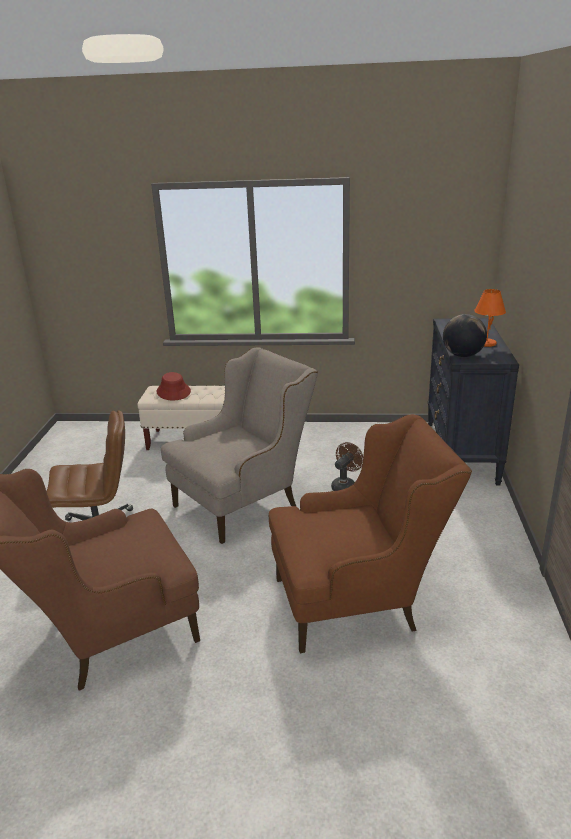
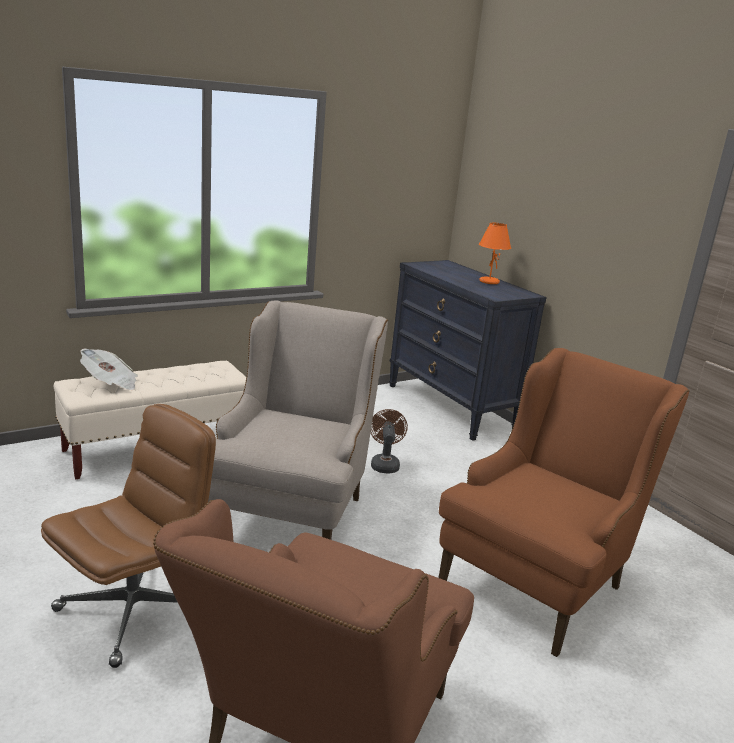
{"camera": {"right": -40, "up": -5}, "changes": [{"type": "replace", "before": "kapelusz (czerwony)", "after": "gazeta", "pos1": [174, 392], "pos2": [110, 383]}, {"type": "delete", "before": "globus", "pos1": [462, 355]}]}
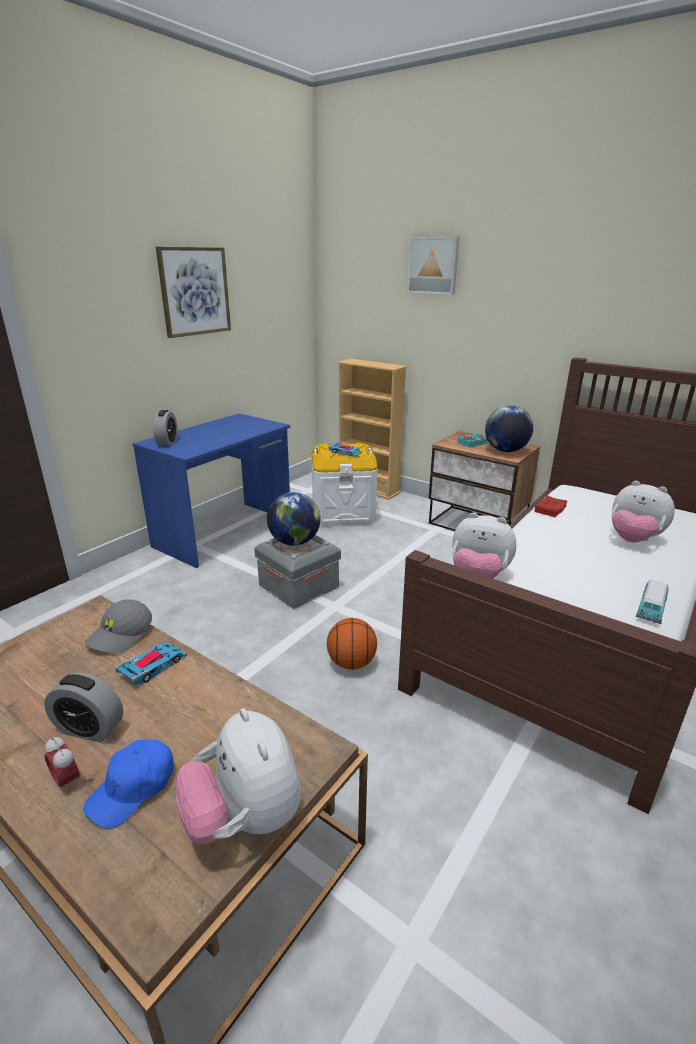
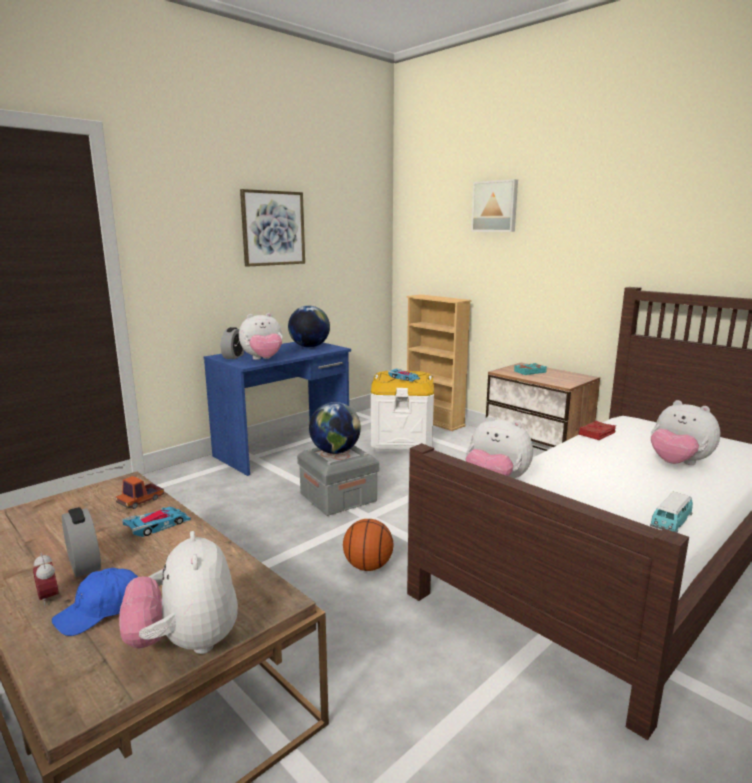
{"camera": {"right": 10, "up": -10}, "changes": [{"type": "rotate", "before": "budzik", "pos1": [89, 728], "pos2": [84, 564], "turn": -150}, {"type": "replace", "before": "czapka z daszkiem (szary)", "after": "ciężarówka zabawkowa", "pos1": [121, 635], "pos2": [140, 501]}, {"type": "insert", "after": "pluszak", "pos2": [263, 359]}, {"type": "move", "before": "globus", "pos1": [505, 450], "pos2": [309, 347]}]}
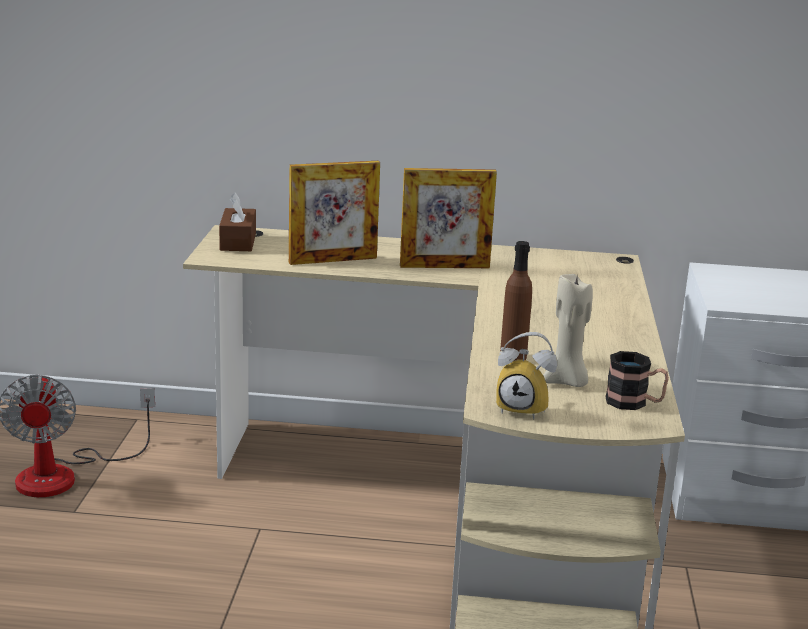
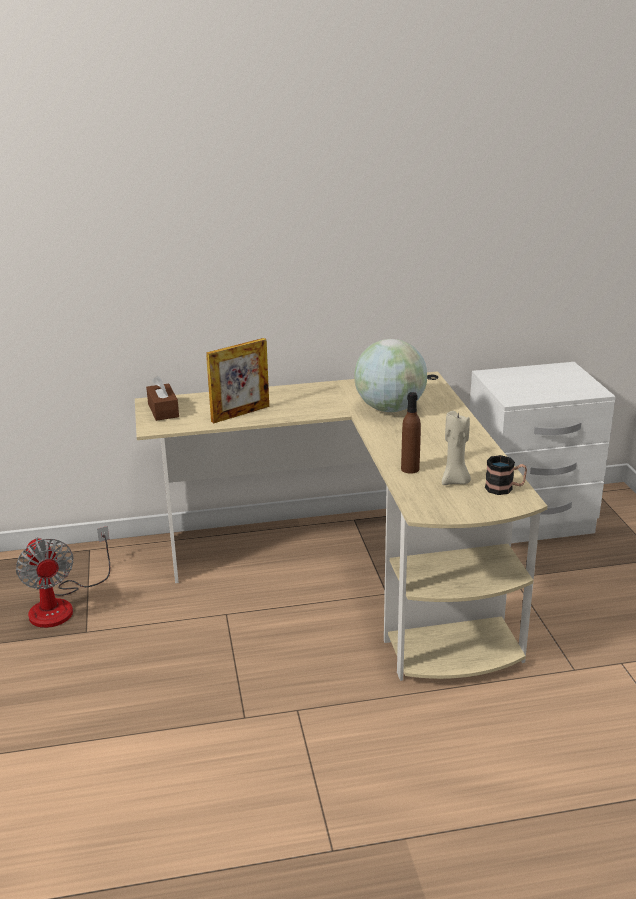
{"camera": {"right": -15, "up": 5}, "changes": [{"type": "insert", "after": "globus", "pos2": [390, 409]}, {"type": "delete", "before": "ramka na zdjęcie", "pos1": [444, 266]}, {"type": "delete", "before": "budzik", "pos1": [524, 409]}]}
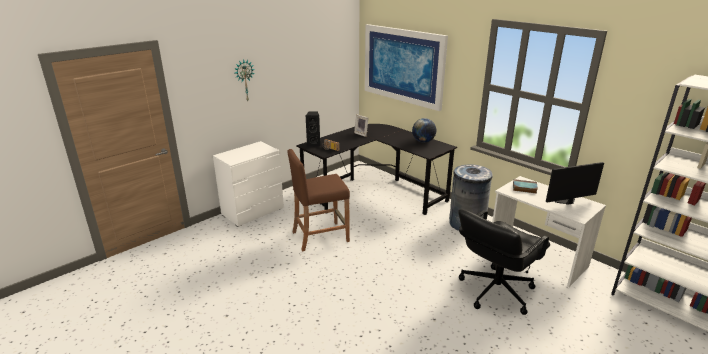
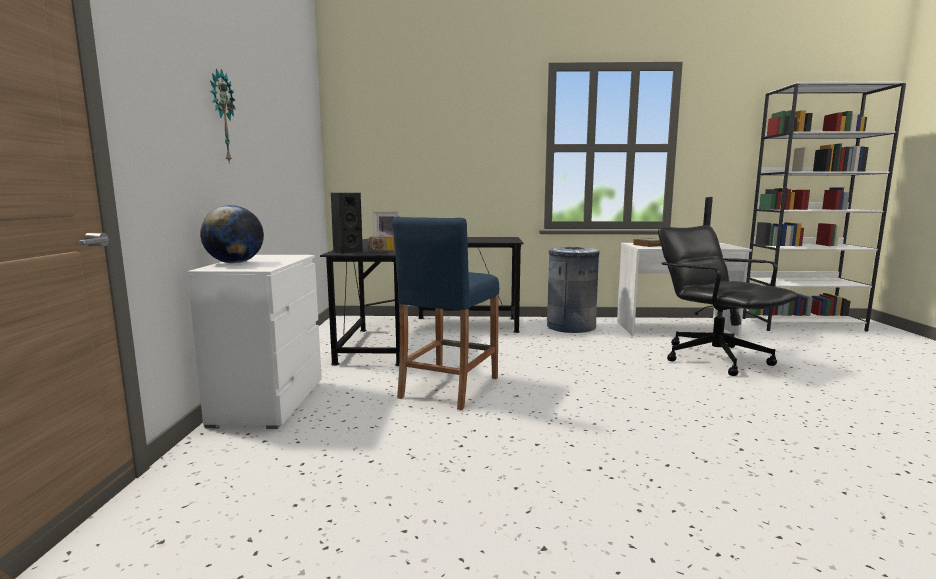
{"camera": {"right": -45, "up": -15}, "changes": [{"type": "move", "before": "globus", "pos1": [423, 141], "pos2": [235, 263]}, {"type": "recolor", "before": "stołek (brązowy)", "after": "stołek (niebieski)", "pos1": [320, 236], "pos2": [449, 387]}, {"type": "rotate", "before": "krzesło biurowe (czarny)", "pos1": [495, 291], "pos2": [714, 358], "turn": 150}, {"type": "delete", "before": "obraz", "pos1": [403, 65]}]}
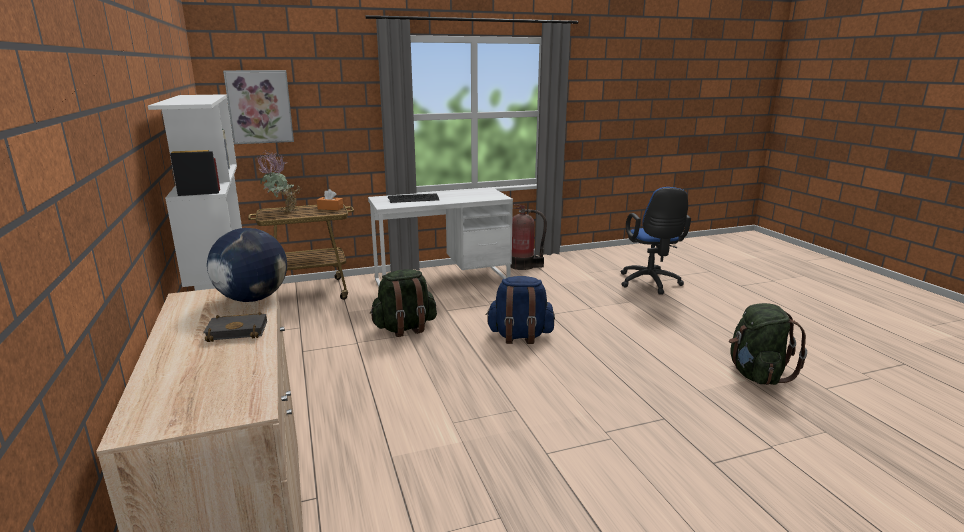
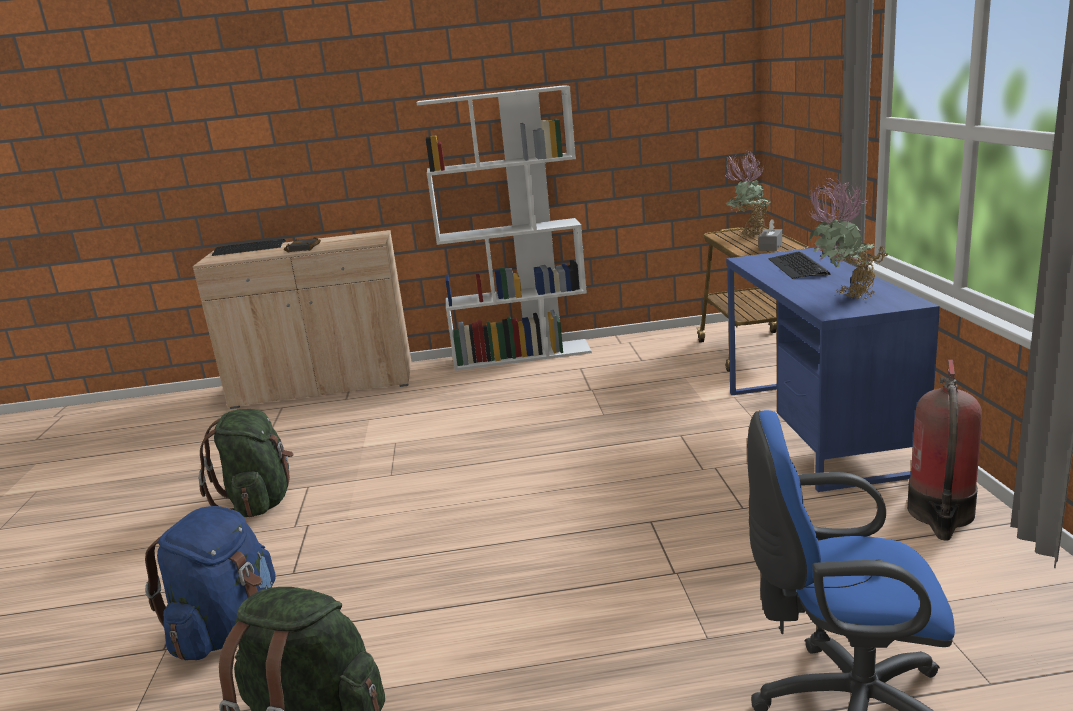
{"camera": {"right": 105, "up": 0}, "changes": [{"type": "move", "before": "plecak (niebieski)", "pos1": [520, 336], "pos2": [227, 629]}, {"type": "move", "before": "plecak (zielony)", "pos1": [405, 328], "pos2": [260, 502]}, {"type": "insert", "after": "klawiatura", "pos2": [249, 249]}, {"type": "recolor", "before": "biurko (biały)", "after": "biurko (niebieski)", "pos1": [442, 281], "pos2": [814, 430]}, {"type": "recolor", "before": "pudełko chusteczek (pomarańczowy)", "after": "pudełko chusteczek (szary)", "pos1": [330, 208], "pos2": [770, 246]}, {"type": "insert", "after": "roślina doniczkowa", "pos2": [842, 297]}, {"type": "delete", "before": "globus", "pos1": [253, 299]}, {"type": "delete", "before": "obraz", "pos1": [260, 107]}]}
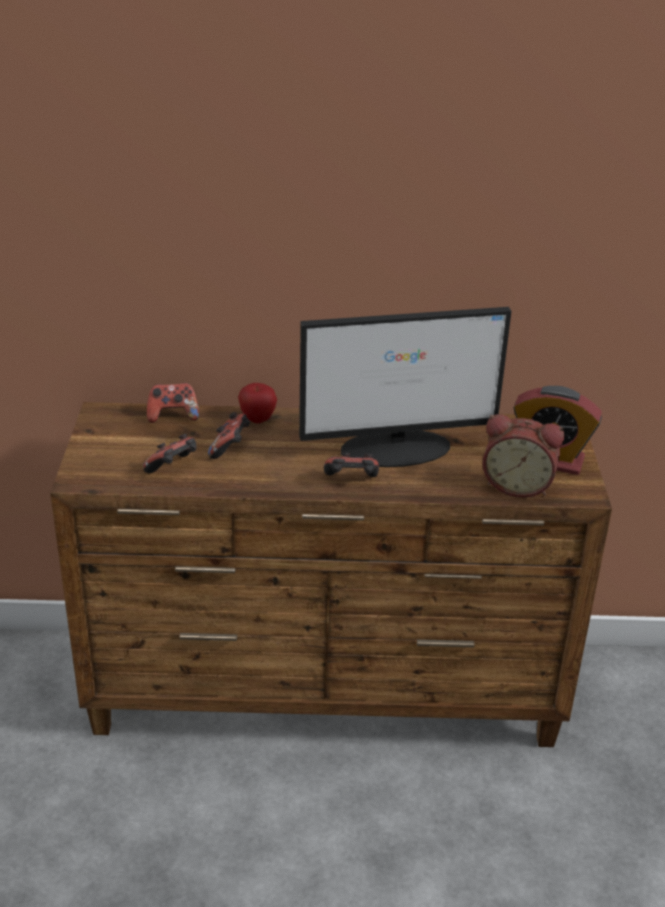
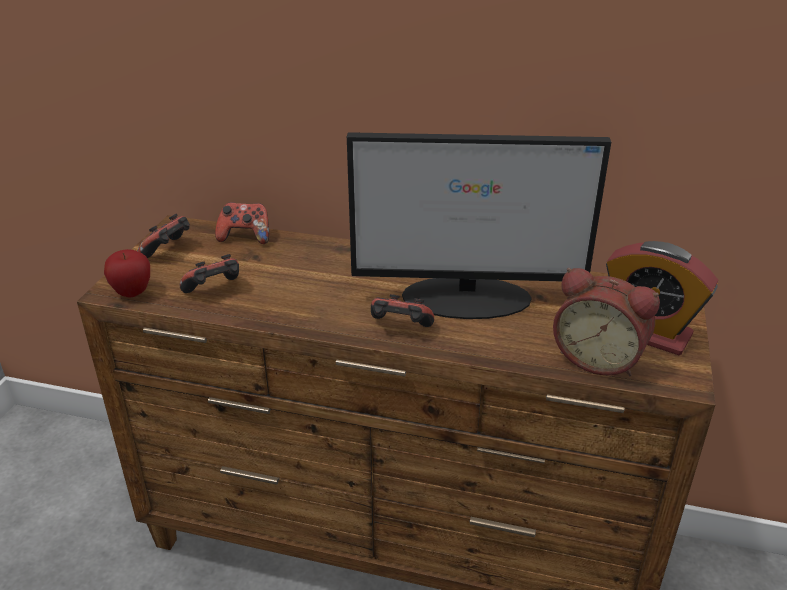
{"camera": {"right": 15, "up": 0}, "changes": [{"type": "move", "before": "jabłko", "pos1": [257, 419], "pos2": [132, 293]}, {"type": "move", "before": "pad do gier", "pos1": [230, 448], "pos2": [168, 251]}]}
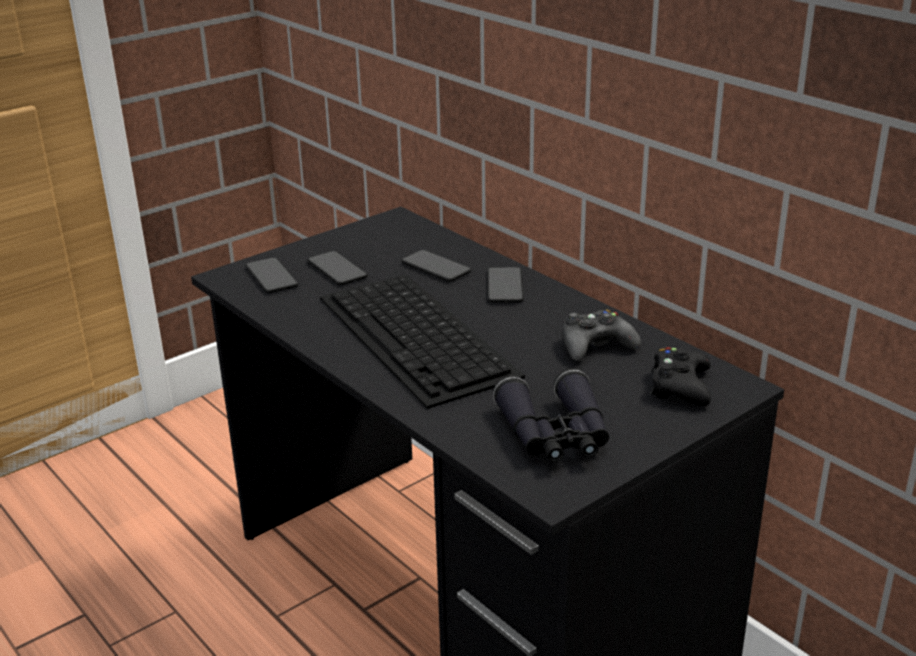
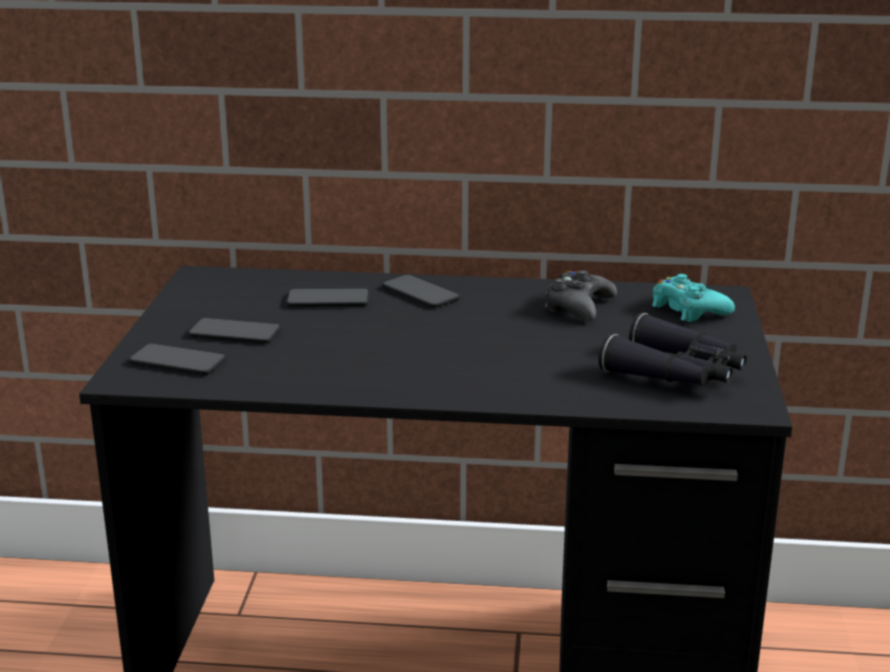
{"camera": {"right": -45, "up": -5}, "changes": [{"type": "recolor", "before": "pad do gier (czarny)", "after": "pad do gier (turkusowy)", "pos1": [680, 386], "pos2": [688, 309]}, {"type": "delete", "before": "klawiatura", "pos1": [417, 336]}]}
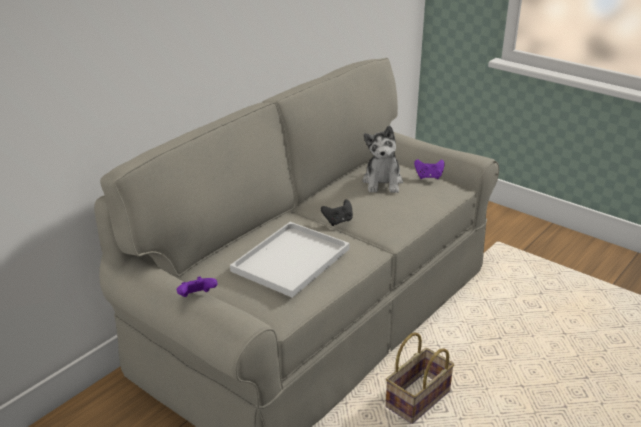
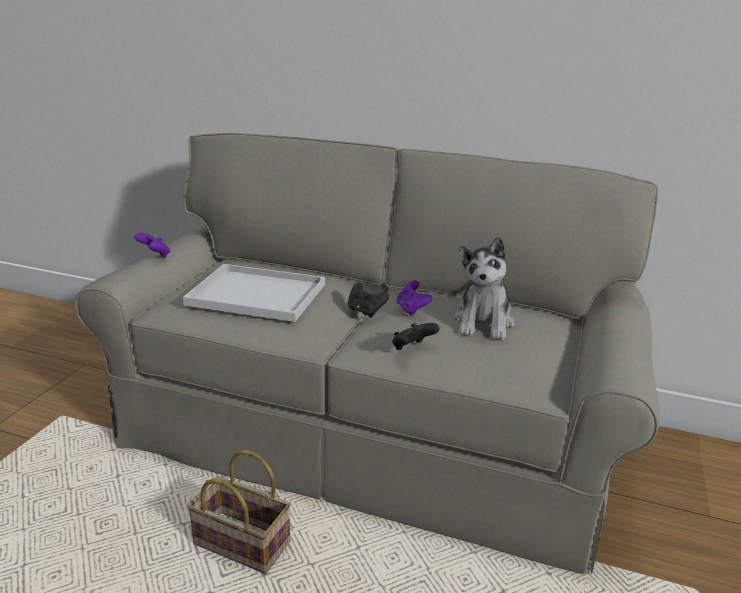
{"camera": {"right": 70, "up": -5}, "changes": [{"type": "insert", "after": "pad do gier (czarny)", "pos2": [412, 349]}, {"type": "move", "before": "pad do gier (fioletowy)", "pos1": [428, 177], "pos2": [412, 310]}, {"type": "rotate", "before": "pluszak", "pos1": [383, 182], "pos2": [484, 322], "turn": -60}]}
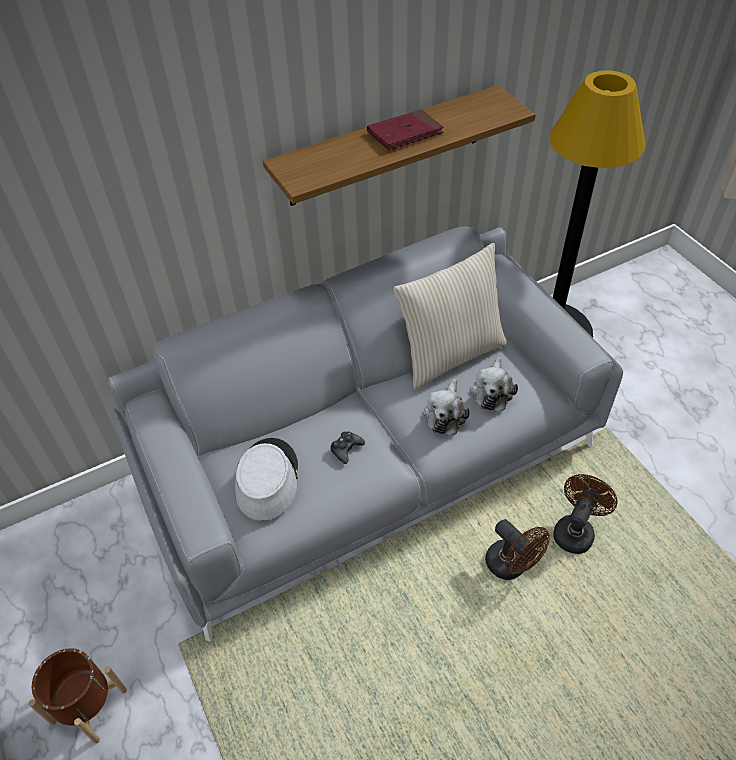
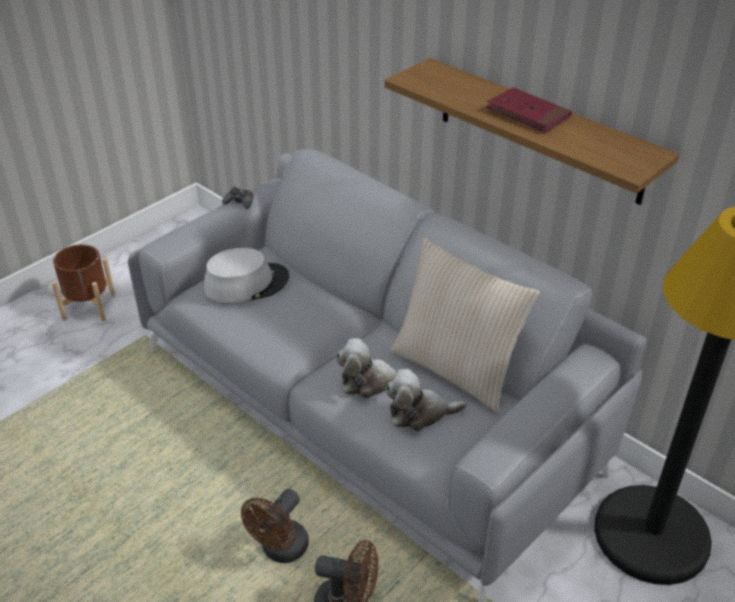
{"camera": {"right": 70, "up": -10}, "changes": [{"type": "move", "before": "pad do gier (czarny)", "pos1": [346, 449], "pos2": [239, 202]}]}
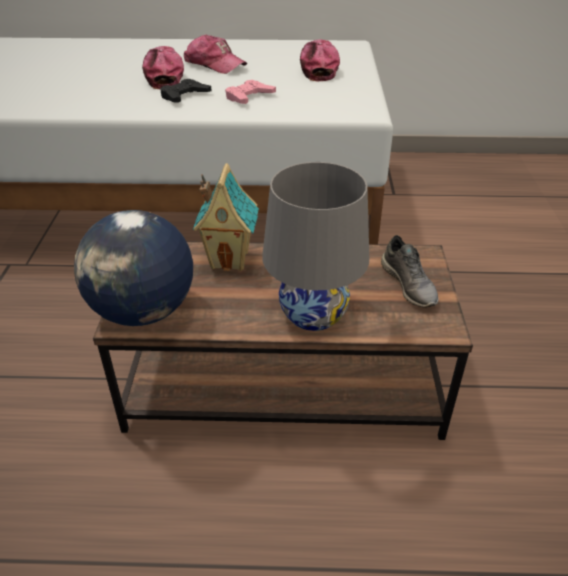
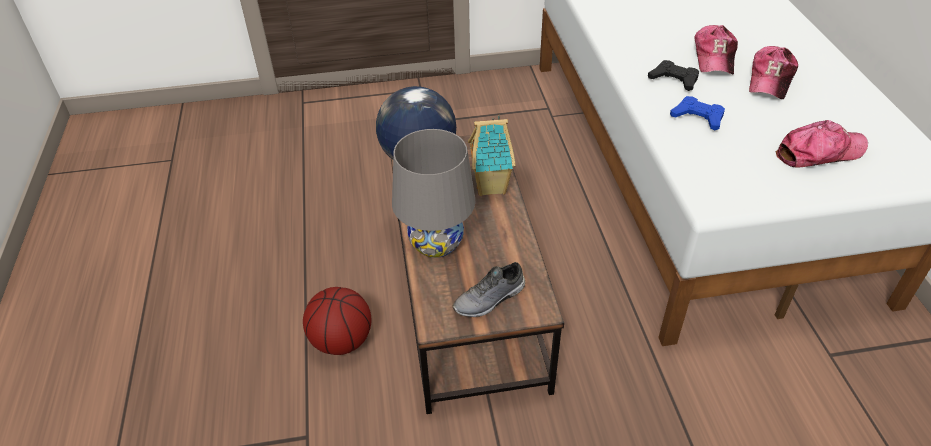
{"camera": {"right": 80, "up": 5}, "changes": [{"type": "insert", "after": "piłka do koszykówki", "pos2": [341, 340]}, {"type": "recolor", "before": "pad do gier (różowy)", "after": "pad do gier (niebieski)", "pos1": [249, 97], "pos2": [698, 117]}, {"type": "rotate", "before": "czapka z daszkiem", "pos1": [164, 76], "pos2": [714, 57], "turn": 120}]}
